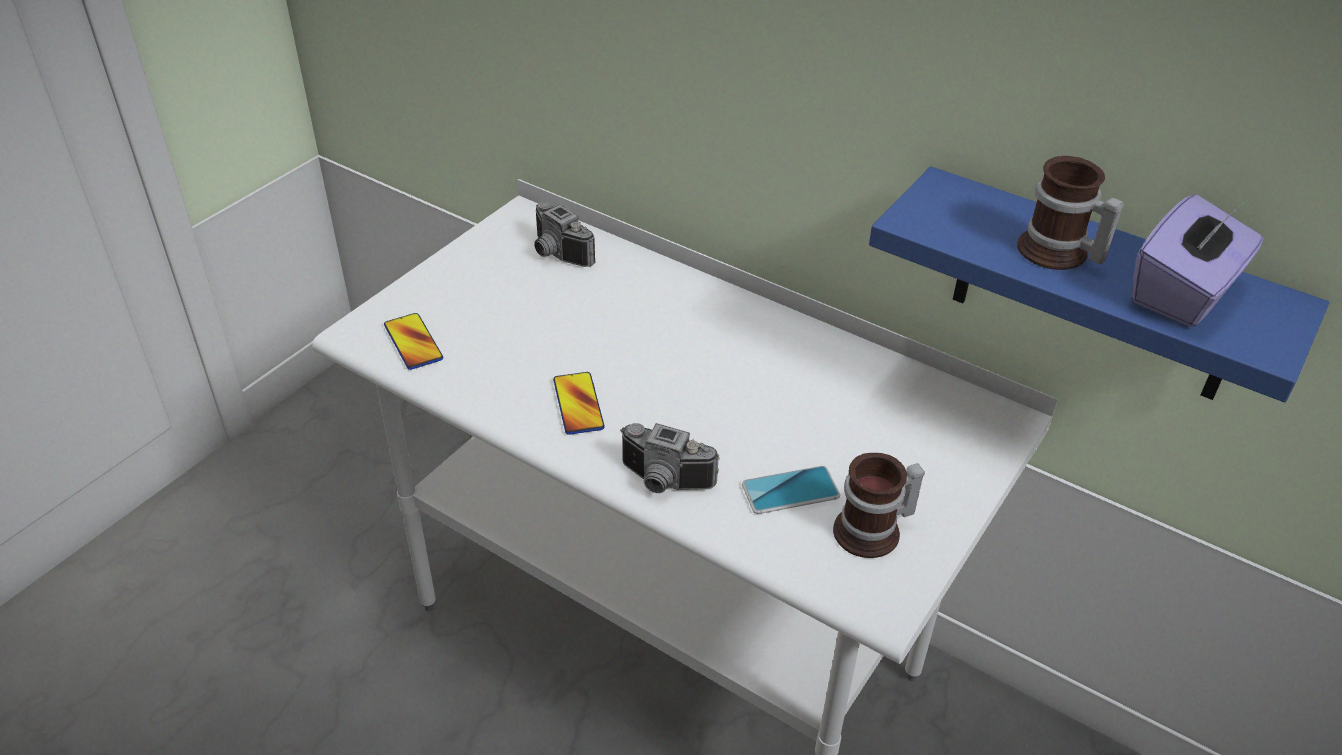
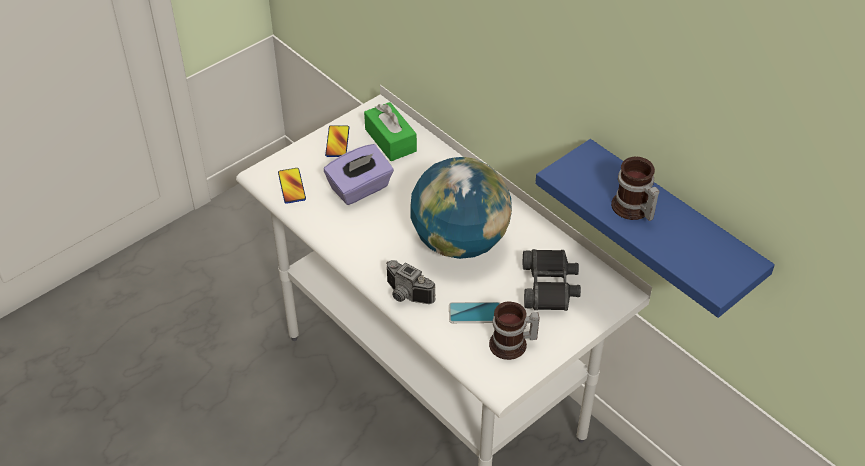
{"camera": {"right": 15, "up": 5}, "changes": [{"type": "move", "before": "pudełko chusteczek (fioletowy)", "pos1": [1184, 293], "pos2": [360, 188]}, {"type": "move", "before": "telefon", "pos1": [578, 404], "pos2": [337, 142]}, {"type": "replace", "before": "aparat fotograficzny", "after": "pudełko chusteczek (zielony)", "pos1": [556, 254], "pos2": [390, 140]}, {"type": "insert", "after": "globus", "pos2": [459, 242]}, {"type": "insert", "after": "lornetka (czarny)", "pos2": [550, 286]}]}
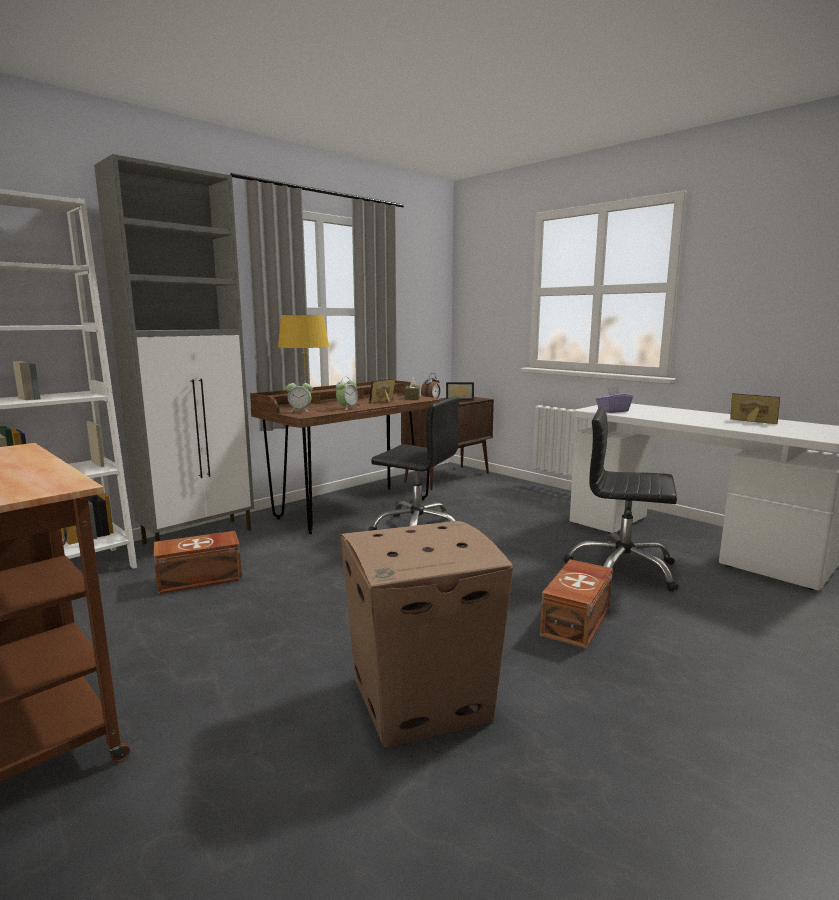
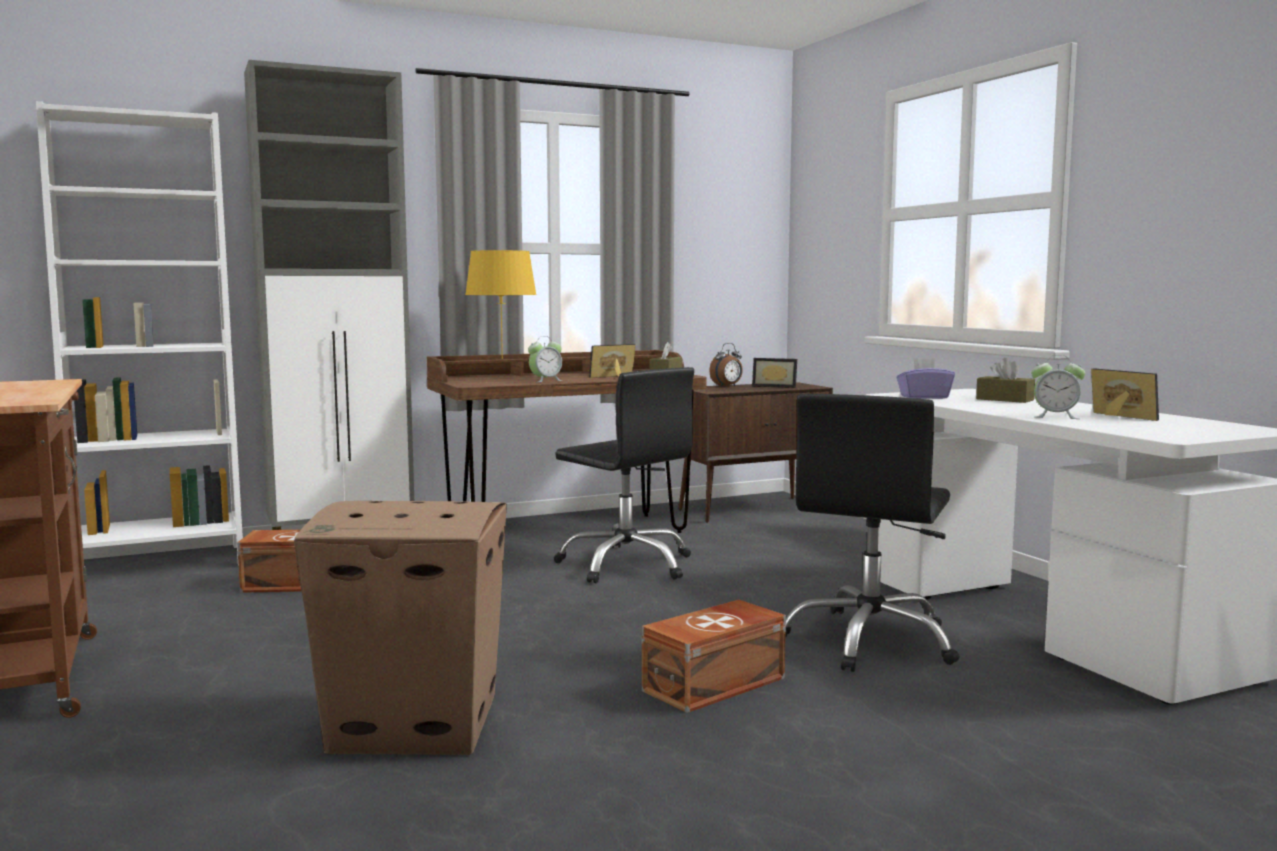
{"camera": {"right": 20, "up": -5}, "changes": [{"type": "rotate", "before": "krzesło biurowe (czarny)", "pos1": [622, 570], "pos2": [870, 641], "turn": -105}, {"type": "insert", "after": "pudełko chusteczek (brązowy)", "pos2": [1004, 399]}, {"type": "move", "before": "budzik", "pos1": [300, 411], "pos2": [1055, 417]}]}
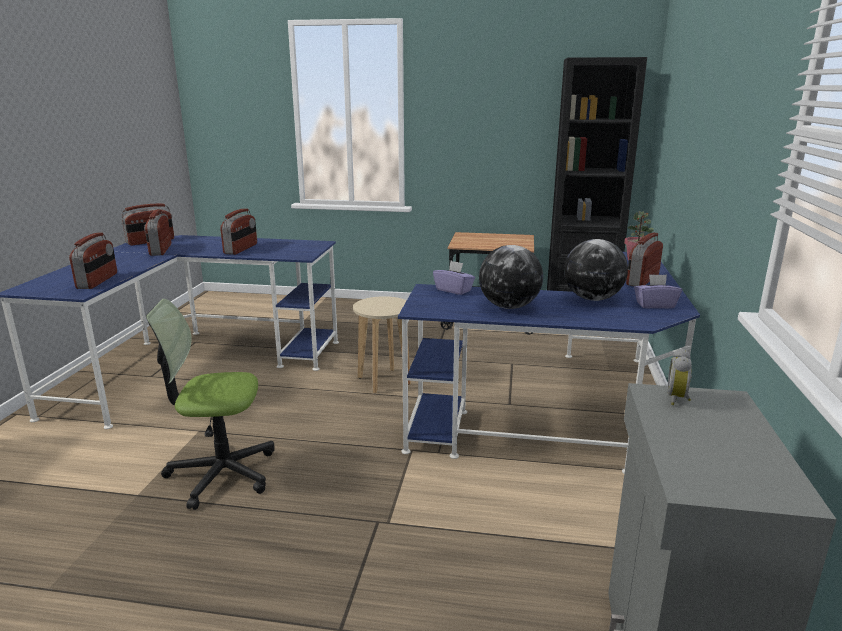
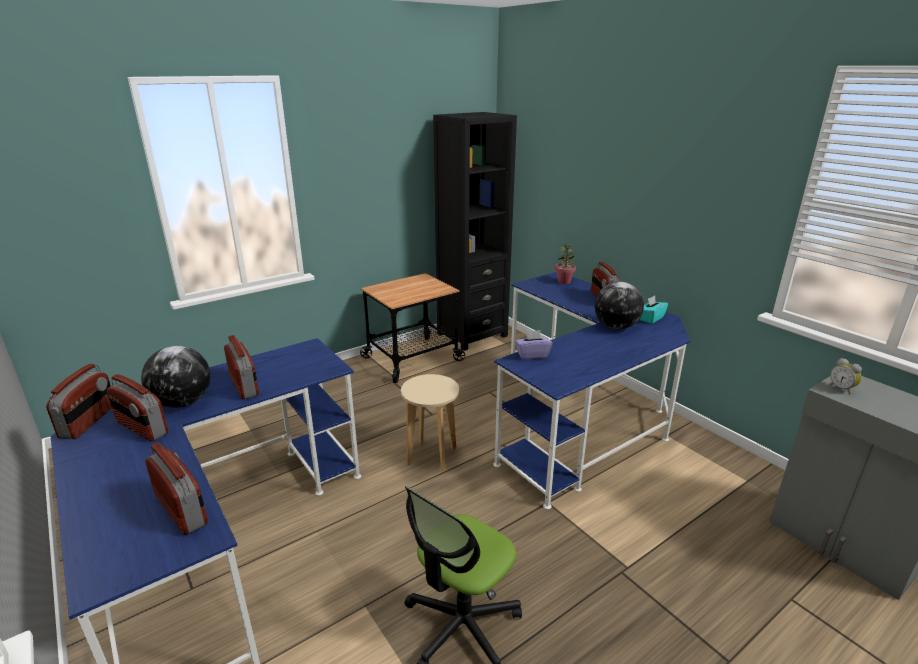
{"camera": {"right": -45, "up": 5}, "changes": [{"type": "move", "before": "globus", "pos1": [509, 307], "pos2": [183, 402]}, {"type": "recolor", "before": "pudełko chusteczek (fioletowy)", "after": "pudełko chusteczek (turkusowy)", "pos1": [655, 305], "pos2": [650, 318]}]}
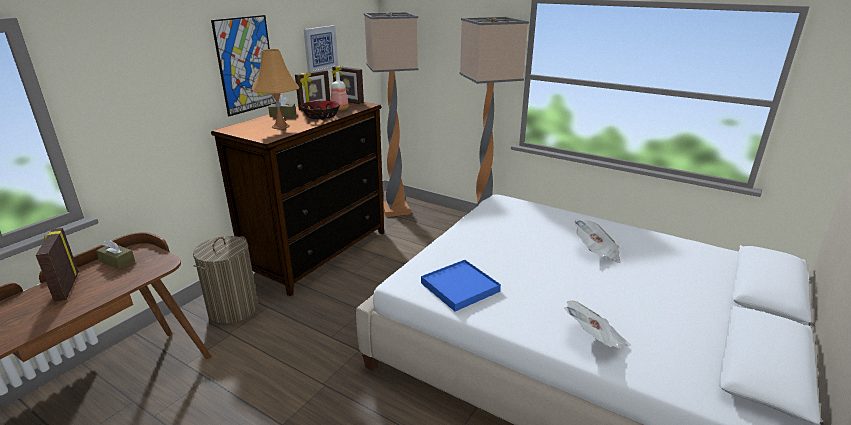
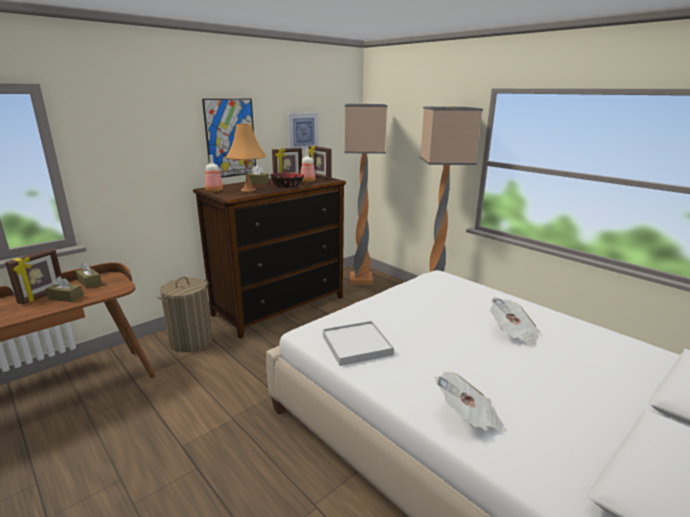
{"camera": {"right": 15, "up": -5}, "changes": [{"type": "rotate", "before": "ramka na zdjęcie", "pos1": [66, 287], "pos2": [42, 296], "turn": -150}, {"type": "insert", "after": "pudełko chusteczek (brązowy)", "pos2": [66, 297]}, {"type": "insert", "after": "butelka", "pos2": [214, 191]}, {"type": "recolor", "before": "taca (niebieski)", "after": "taca (biały)", "pos1": [459, 287], "pos2": [356, 345]}]}
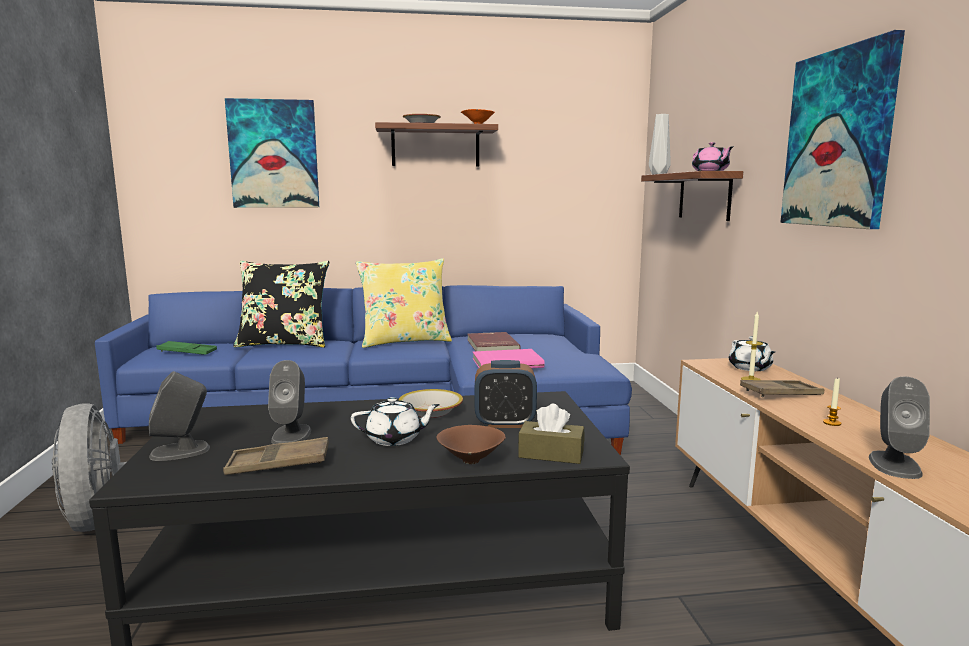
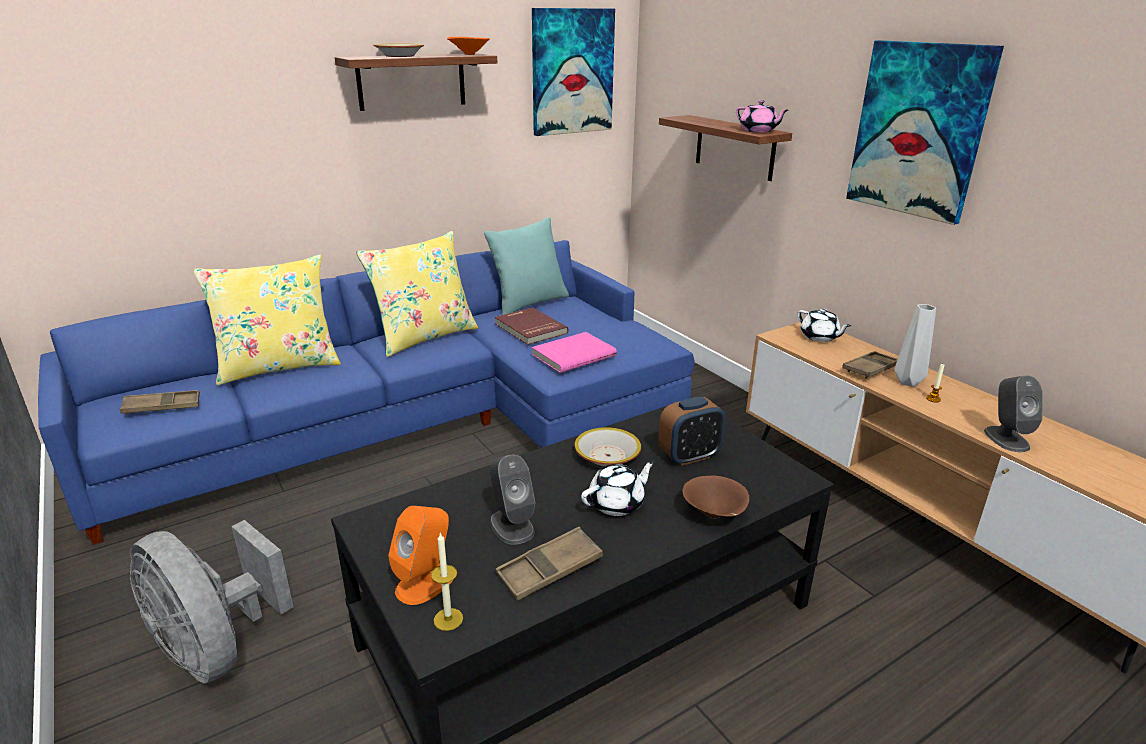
{"camera": {"right": -25, "up": 15}, "changes": [{"type": "recolor", "before": "taca (zielony)", "after": "taca (brązowy)", "pos1": [187, 352], "pos2": [162, 407]}, {"type": "recolor", "before": "poduszka (czarny)", "after": "poduszka (żółty)", "pos1": [284, 344], "pos2": [279, 366]}, {"type": "recolor", "before": "głośnik (szary)", "after": "głośnik (pomarańczowy)", "pos1": [181, 451], "pos2": [425, 583]}, {"type": "move", "before": "świeca", "pos1": [751, 379], "pos2": [448, 619]}, {"type": "insert", "after": "poduszka (turkusowy)", "pos2": [529, 304]}, {"type": "move", "before": "obraz", "pos1": [274, 154], "pos2": [572, 72]}, {"type": "move", "before": "wazon (szary)", "pos1": [658, 174], "pos2": [907, 382]}, {"type": "delete", "before": "pudełko chusteczek (brązowy)", "pos1": [551, 454]}]}
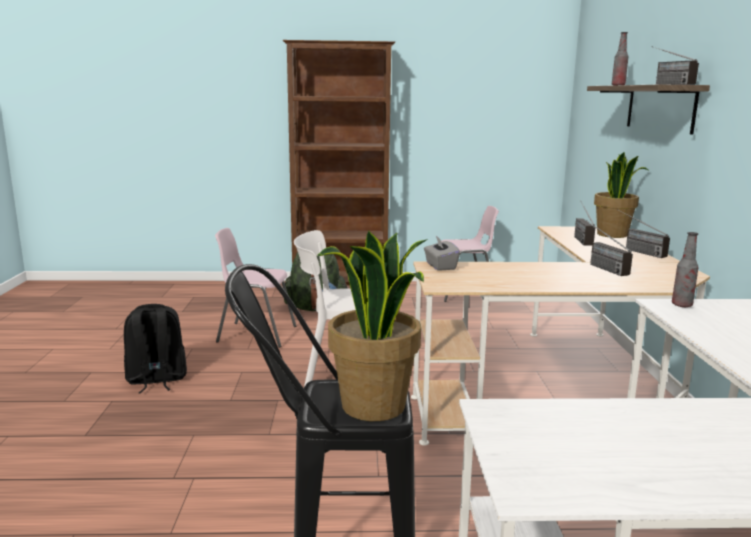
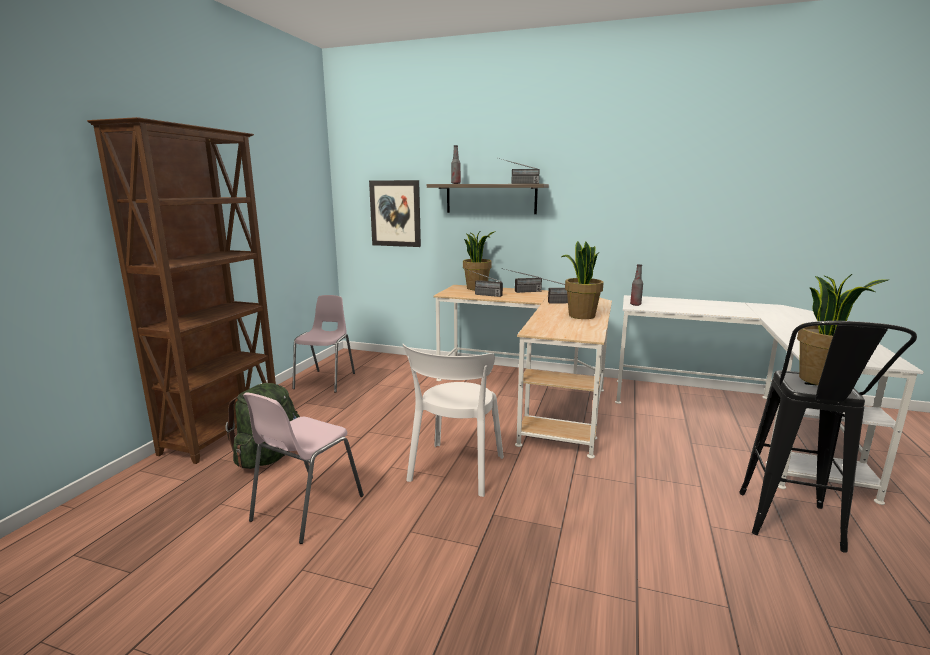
{"camera": {"right": -70, "up": 0}, "changes": [{"type": "insert", "after": "obraz", "pos2": [395, 213]}, {"type": "insert", "after": "roślina doniczkowa", "pos2": [581, 316]}, {"type": "delete", "before": "plecak (czarny)", "pos1": [156, 380]}, {"type": "delete", "before": "pudełko chusteczek (szary)", "pos1": [440, 266]}]}
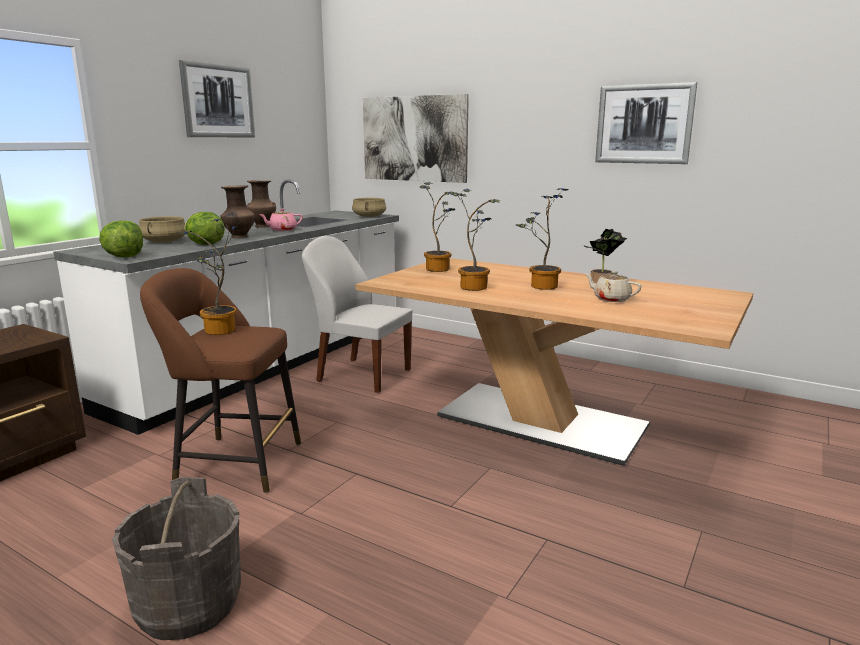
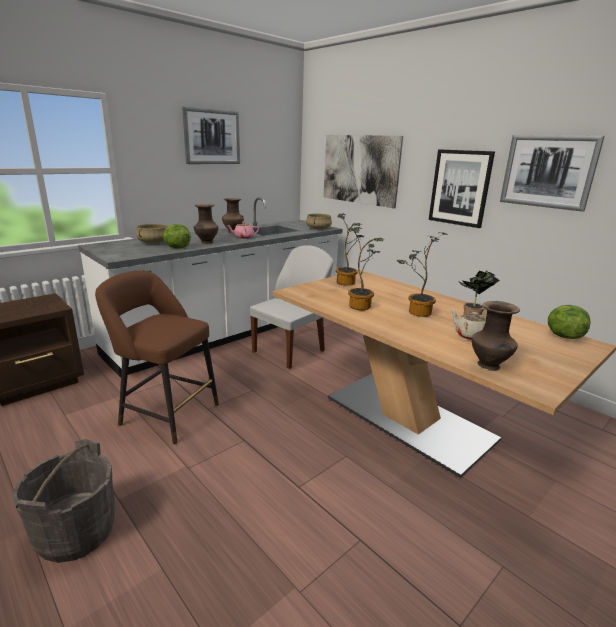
{"camera": {"right": 15, "up": 5}, "changes": [{"type": "rotate", "before": "krzesło (biały)", "pos1": [362, 375], "pos2": [290, 351], "turn": 90}, {"type": "insert", "after": "obraz", "pos2": [460, 188]}, {"type": "insert", "after": "wazon (brązowy)", "pos2": [489, 366]}, {"type": "move", "before": "sałata", "pos1": [124, 257], "pos2": [562, 336]}, {"type": "delete", "before": "roślina doniczkowa", "pos1": [220, 332]}]}
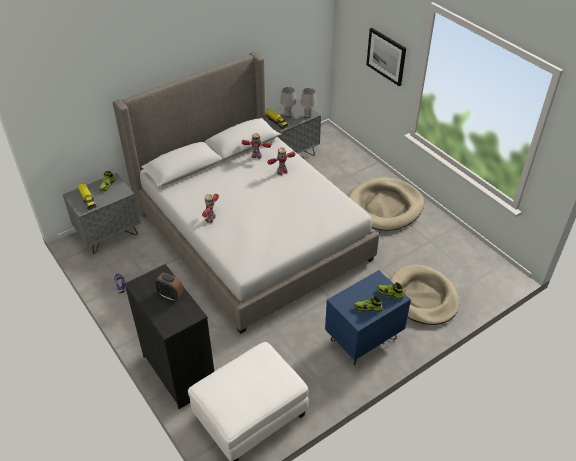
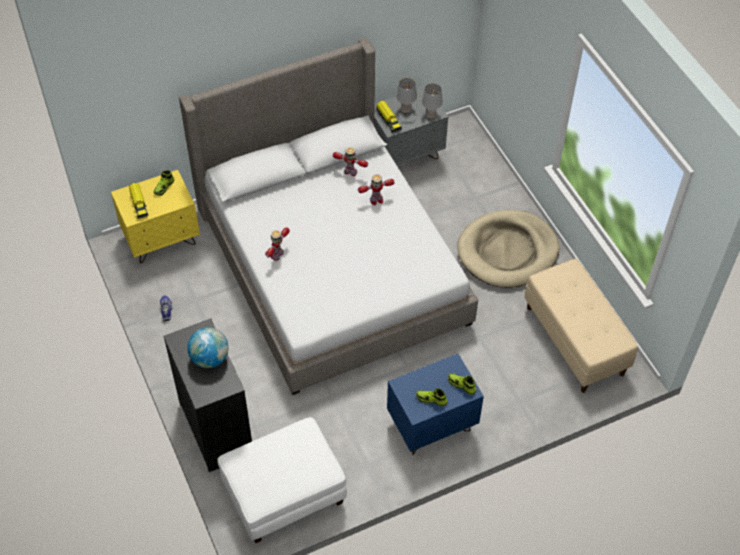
{"camera": {"right": 10, "up": 10}, "changes": [{"type": "recolor", "before": "szafka nocna (szary)", "after": "szafka nocna (żółty)", "pos1": [109, 235], "pos2": [162, 240]}, {"type": "replace", "before": "budzik", "after": "globus", "pos1": [170, 295], "pos2": [210, 358]}, {"type": "insert", "after": "ławka (beżowy)", "pos2": [575, 340]}, {"type": "delete", "before": "obraz", "pos1": [386, 56]}, {"type": "delete", "before": "legowisko (beżowy)", "pos1": [422, 297]}]}
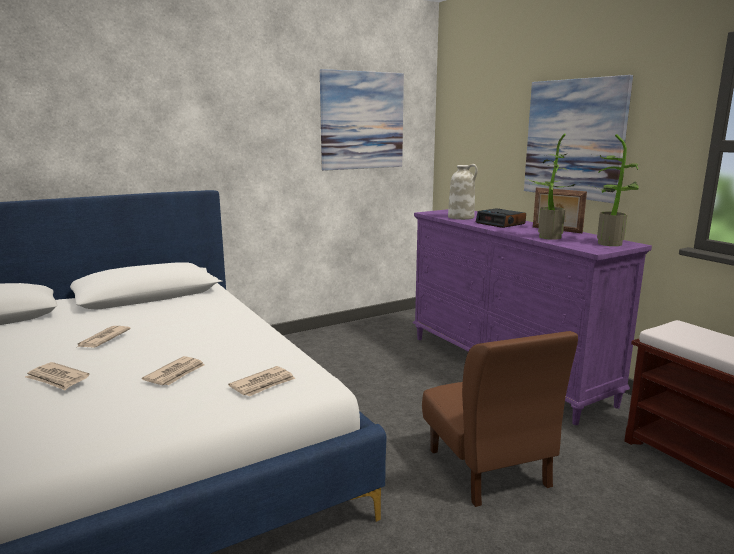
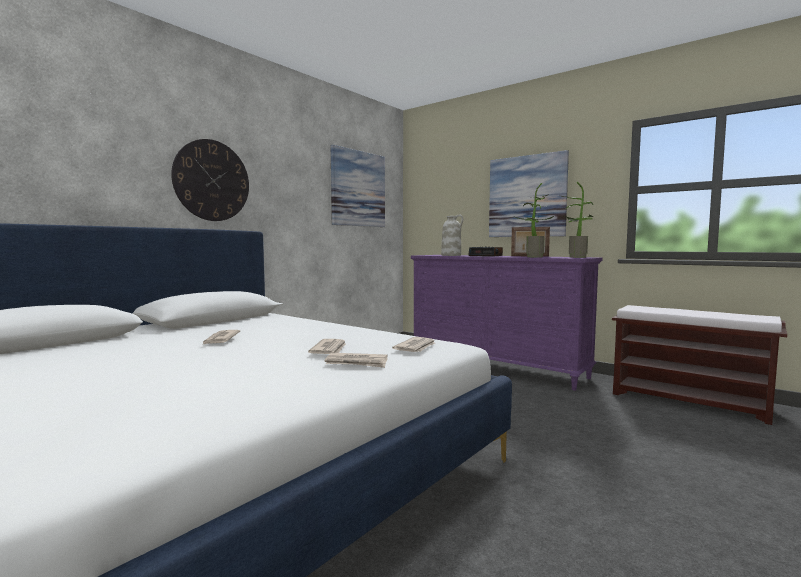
{"camera": {"right": -20, "up": -10}, "changes": [{"type": "insert", "after": "zegar ścienny", "pos2": [212, 180]}, {"type": "move", "before": "gazeta", "pos1": [57, 379], "pos2": [357, 363]}, {"type": "delete", "before": "krzesło (brązowy)", "pos1": [488, 468]}]}
